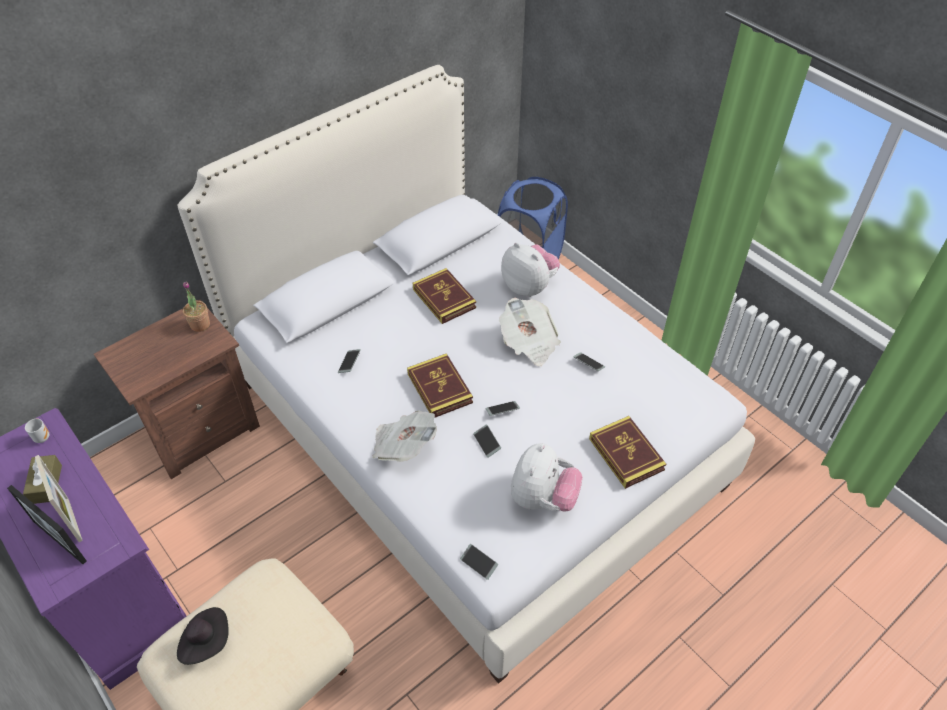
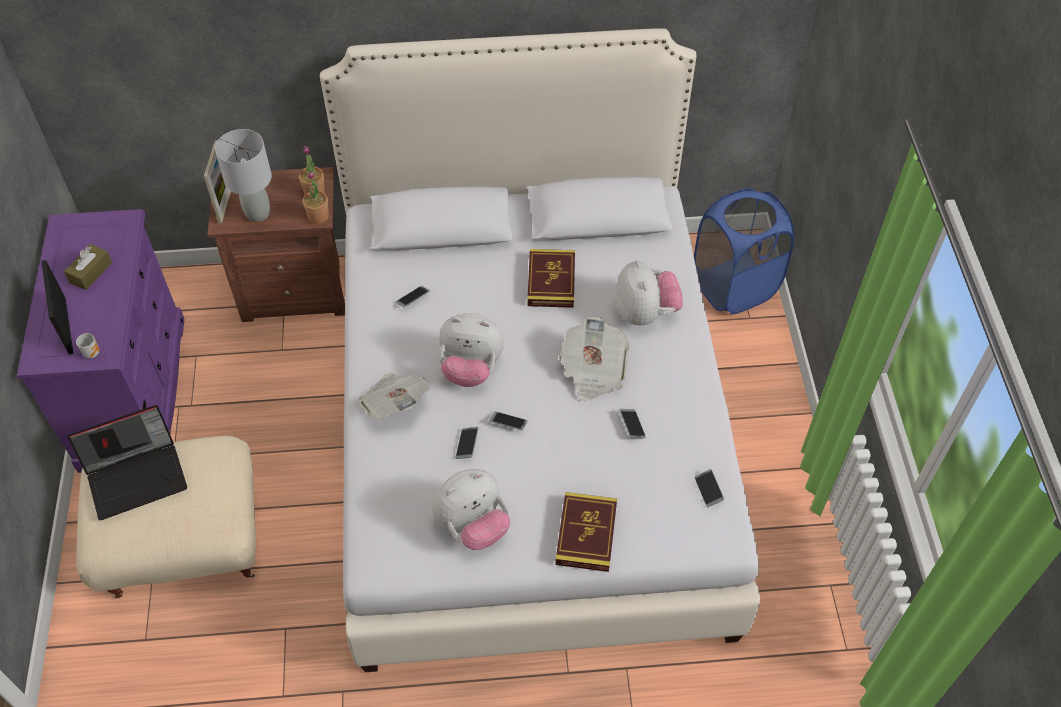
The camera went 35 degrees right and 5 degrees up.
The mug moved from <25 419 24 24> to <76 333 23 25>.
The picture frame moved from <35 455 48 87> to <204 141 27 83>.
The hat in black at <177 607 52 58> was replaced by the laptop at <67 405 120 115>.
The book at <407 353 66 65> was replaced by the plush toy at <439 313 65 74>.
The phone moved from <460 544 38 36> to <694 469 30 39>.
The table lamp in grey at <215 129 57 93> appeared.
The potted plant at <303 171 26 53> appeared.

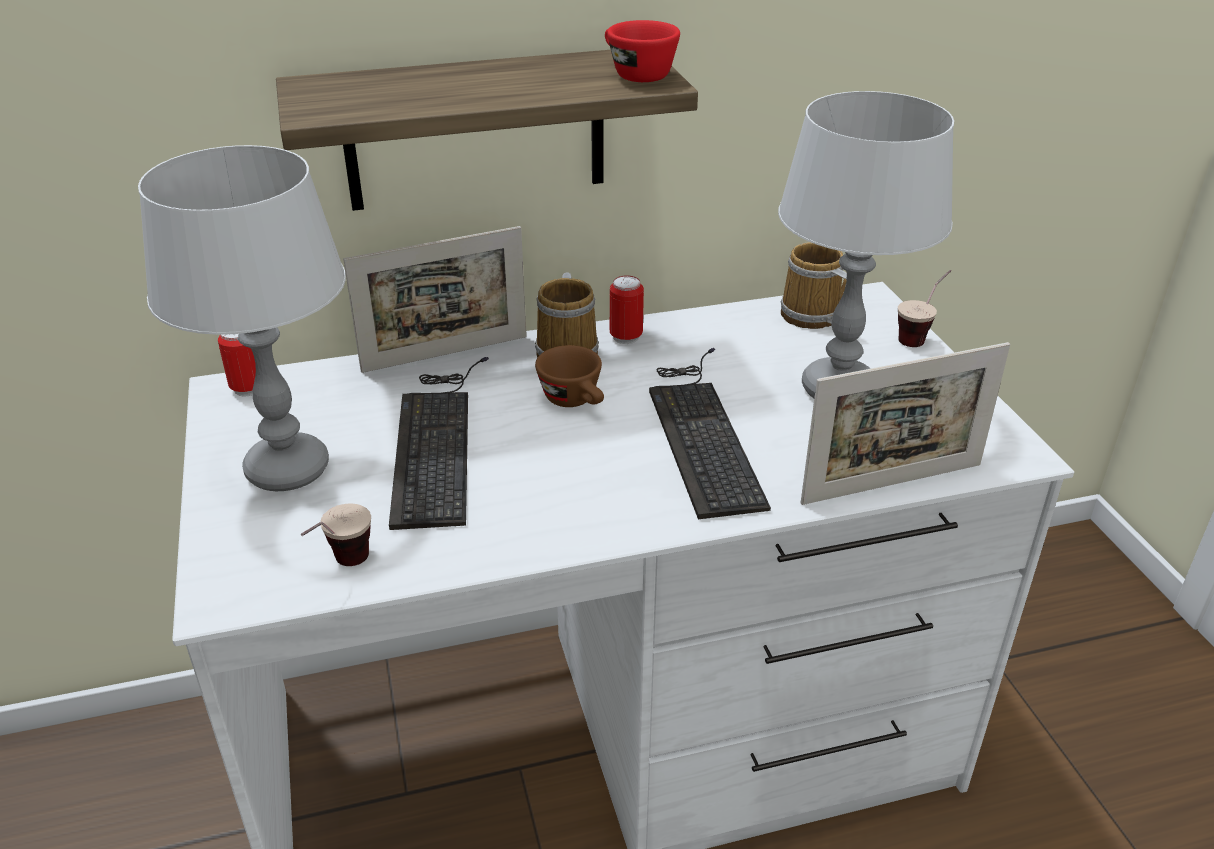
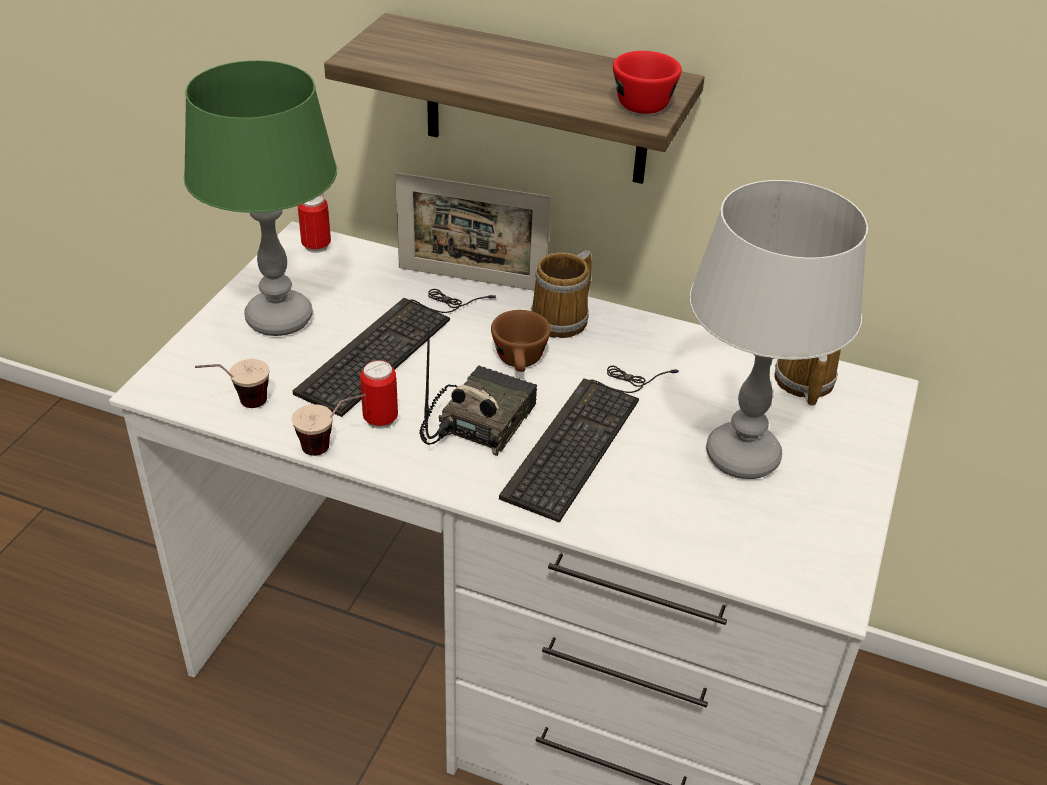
The camera went 35 degrees right and 5 degrees up.
The table lamp in grey at <138 145 208 346> became the table lamp in green at <184 60 153 276>.
The can moved from <610 275 34 69> to <360 360 38 69>.
The picture frame at <801 342 209 163> disappeared.
The cup moved from <898 270 53 77> to <292 394 74 62>.
The radio at <419 326 118 130> appeared.

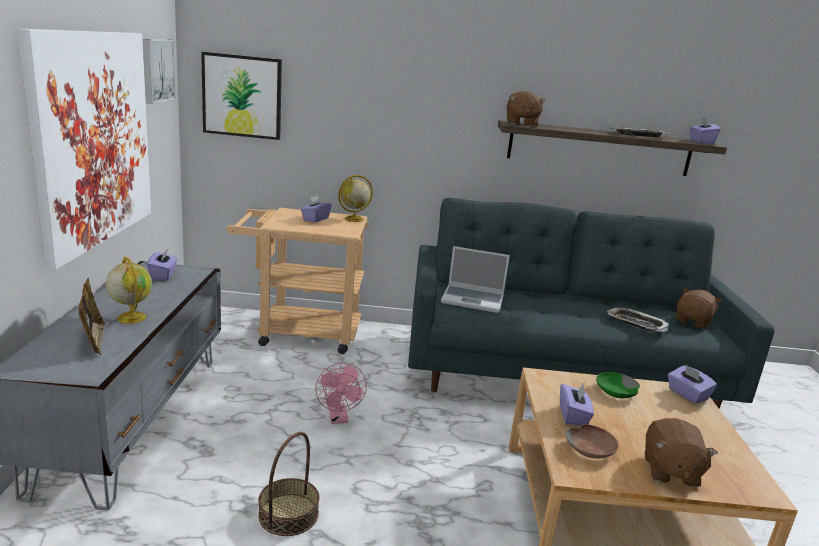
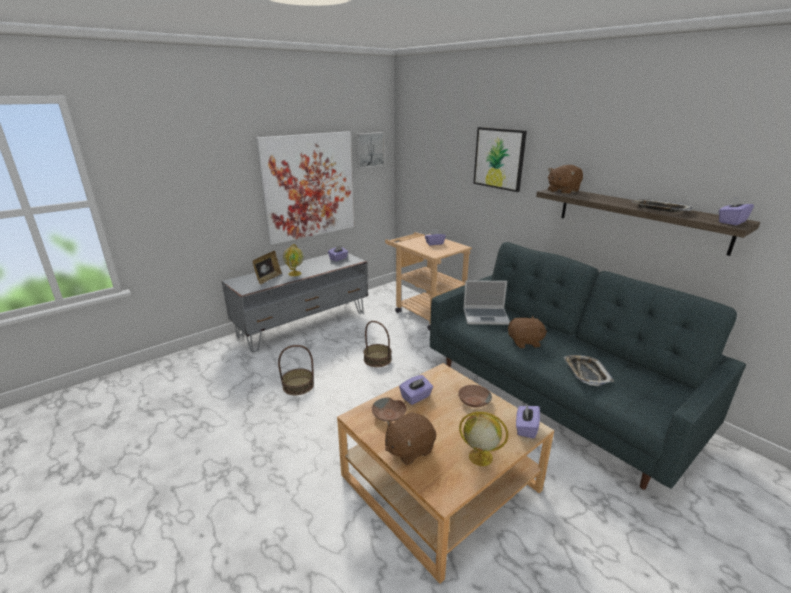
The camera went 50 degrees right and 5 degrees up.
The picture moved from <201 52 81 88> to <473 127 54 65>.
The fan in pink at <315 363 52 61> was replaced by the basket at <364 321 28 46>.
The globe moved from <338 175 35 47> to <459 411 49 55>.
The laptop at <441 246 69 67> turned 60 degrees counterclockwise.
The bowl in green at <596 372 44 27> became the bowl in brown at <458 385 34 23>.
The plush toy in brown moved from <676 288 46 41> to <508 316 39 32>.

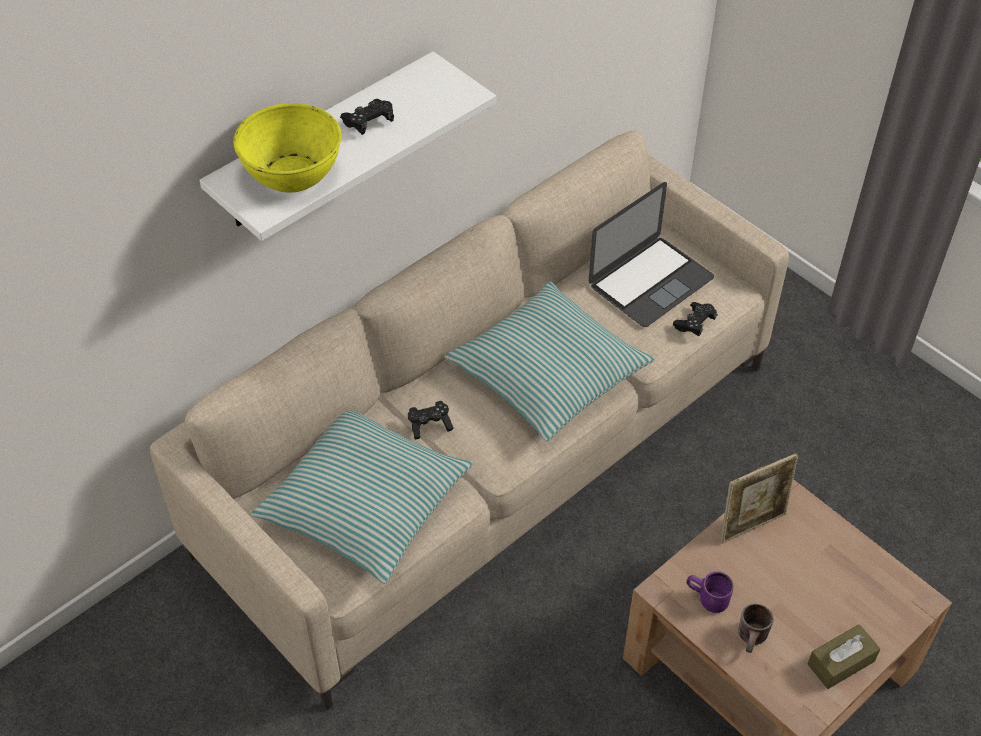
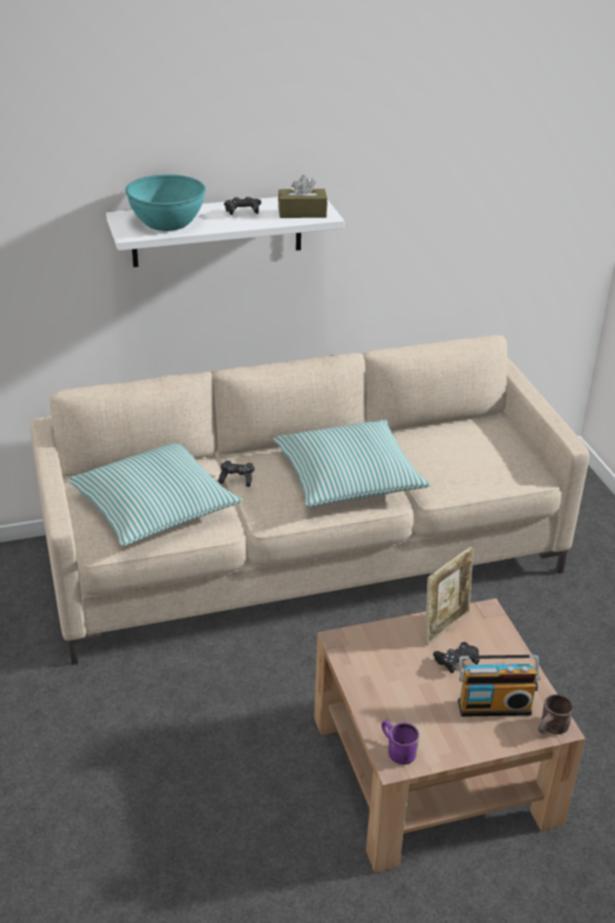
The camera went 25 degrees right and 15 degrees down.
The bowl in yellow at <233 103 108 90> became the bowl in turquoise at <125 174 81 57>.
The laptop at <589 182 125 145> disappeared.
The game controller in black moved from <673 302 45 35> to <433 642 47 31>.
The mug in purple moved from <686 571 47 42> to <382 720 37 45>.
The picture frame at <720 453 79 90> turned 45 degrees counterclockwise.
The mug in brown moved from <739 604 35 49> to <538 694 36 40>.
The tissue box in brown moved from <808 624 72 65> to <278 175 49 43>.
The radio at <458 655 82 62> appeared.

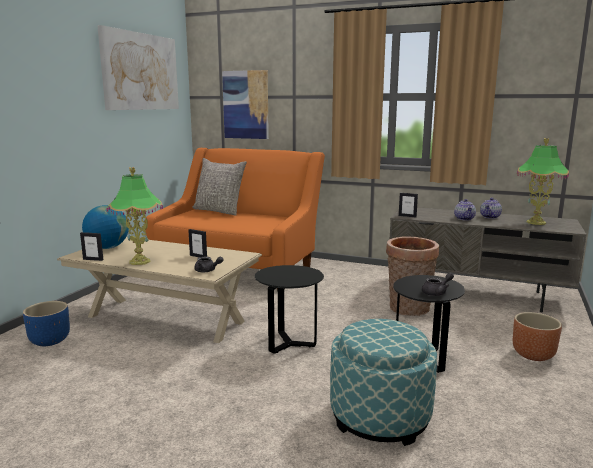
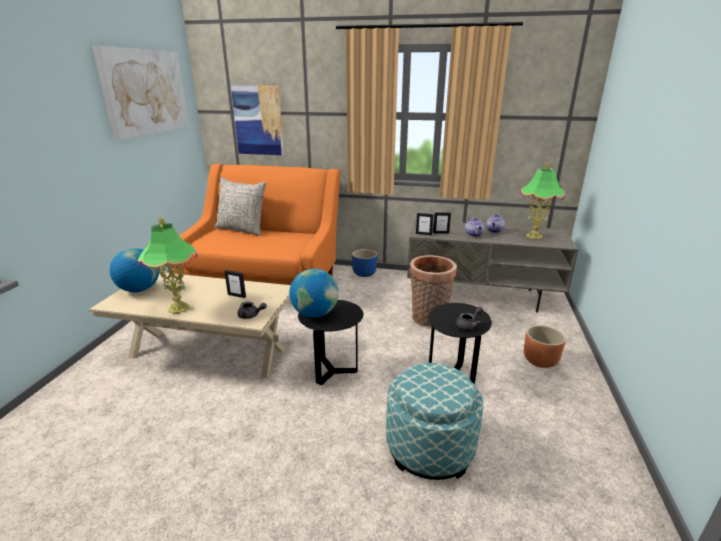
The camera went 10 degrees left and 10 degrees up.
The planter in blue moved from <23 301 47 45> to <352 249 25 28>.
The picture frame moved from <80 232 23 29> to <433 212 18 22>.
The globe at <289 269 50 49> appeared.

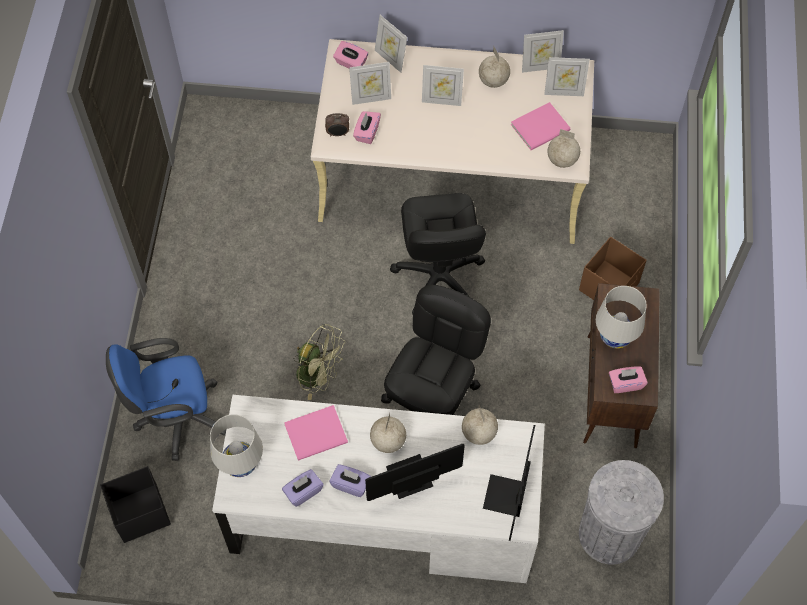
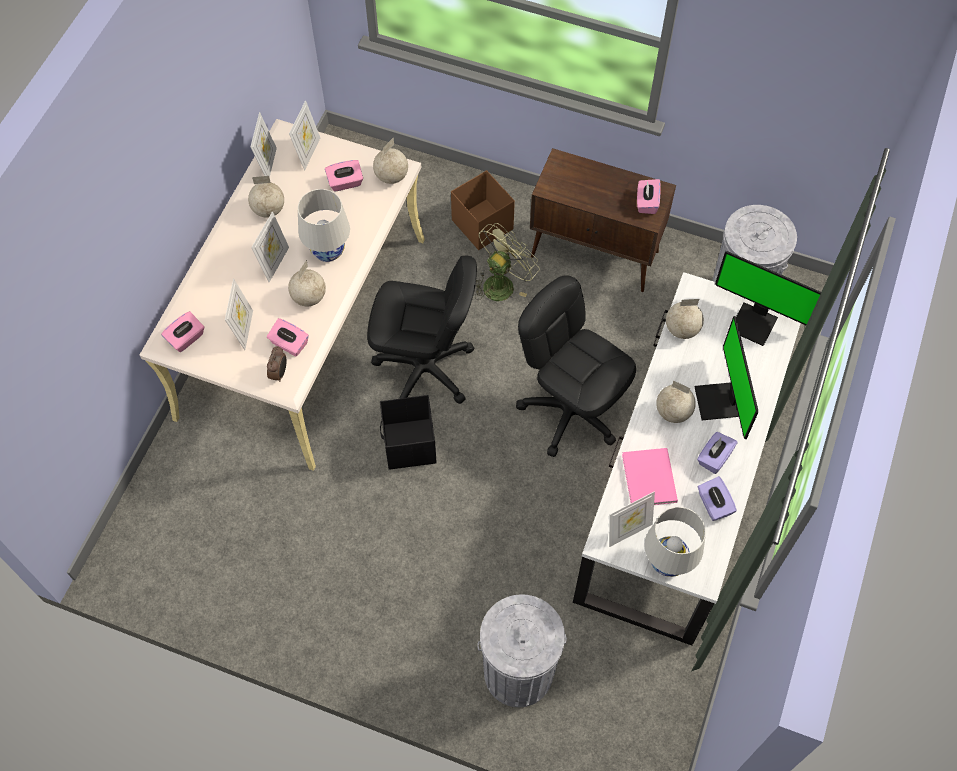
The camera went 75 degrees left and 0 degrees up.
The storage box in black moved from <100 466 71 77> to <380 395 57 75>.
The office chair in blue at <106 338 120 123> was replaced by the trash can in grey at <477 594 90 113>.
The fan in green moved from <294 324 51 76> to <475 223 65 78>.
The picture frame moved from <375 15 32 58> to <609 491 46 56>.
The book in pink at <511 102 59 48> was replaced by the tissue box in pink at <325 160 38 31>.
The table lamp in white moved from <596 286 51 62> to <298 189 52 73>.
The globe at <288 260 38 46> appeared.

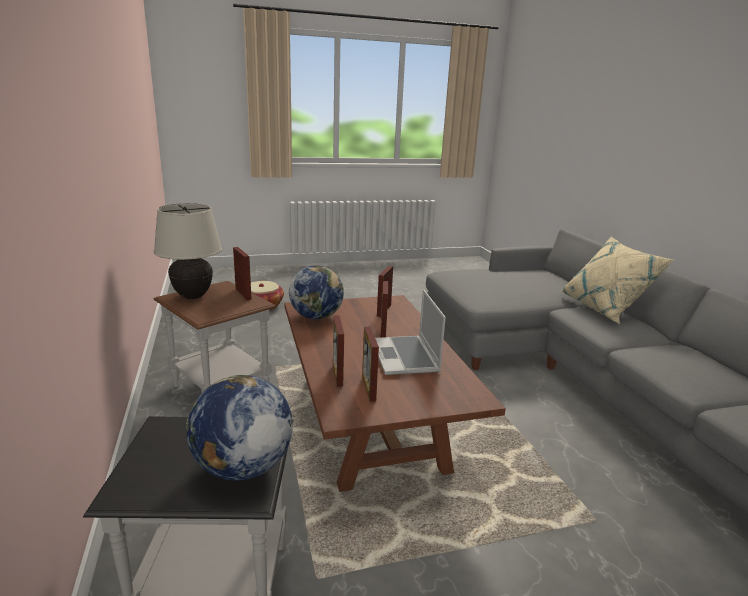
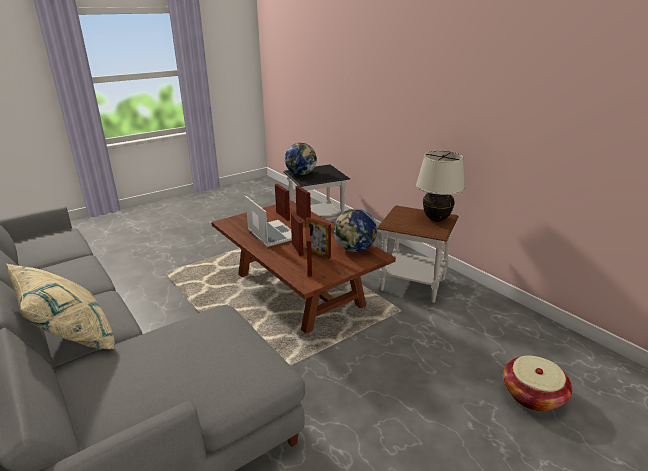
The camera went 160 degrees right and 5 degrees up.
The picture frame moved from <233 247 19 53> to <305 217 26 42>.

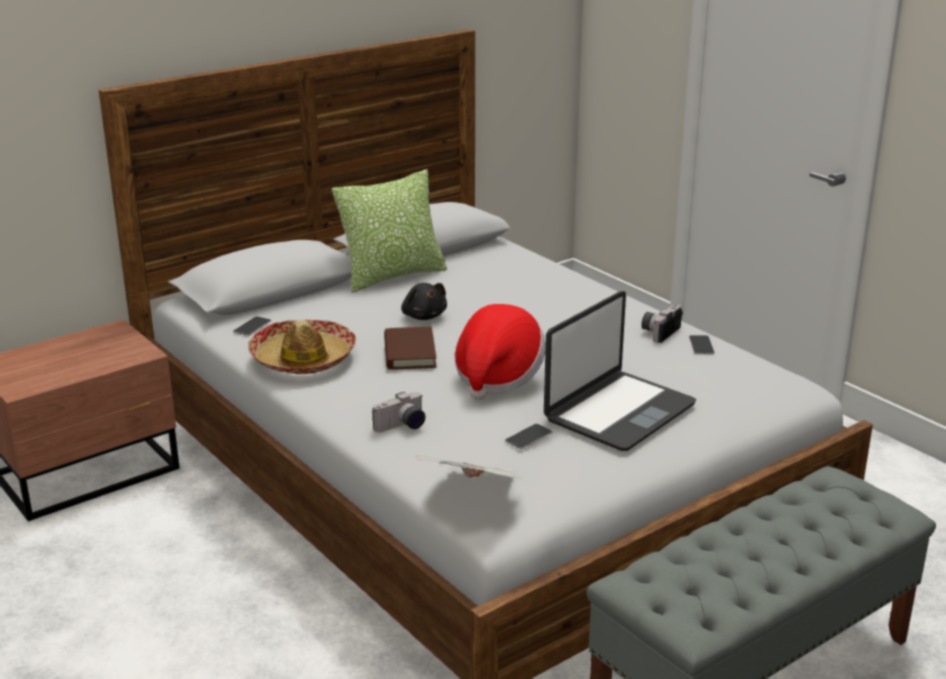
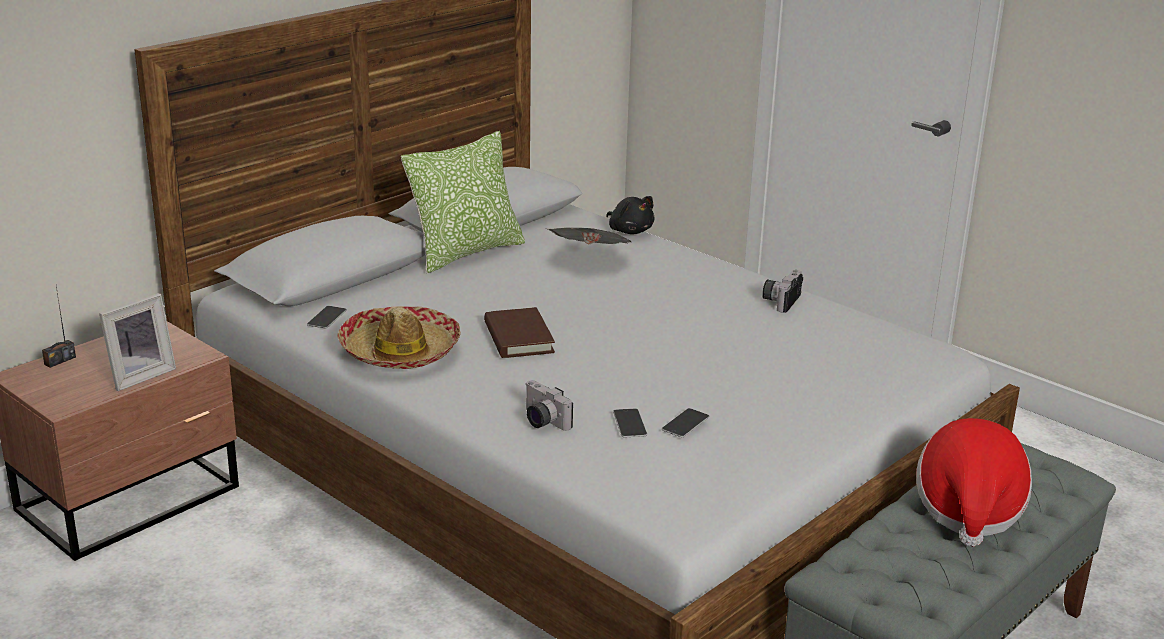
The camera went 10 degrees left and 0 degrees up.
The photo camera at <372 392 53 41> turned 90 degrees clockwise.
The plush toy in black moved from <401 283 46 37> to <606 196 49 38>.
The newspaper moved from <415 455 106 24> to <548 227 84 17>.
The hat moved from <454 304 92 96> to <916 418 116 129>.
The laptop at <544 291 152 160> disappeared.
The phone moved from <689 335 26 20> to <613 408 34 29>.
The radio at <42 287 34 81> appeared.
The picture frame at <99 293 77 98> appeared.

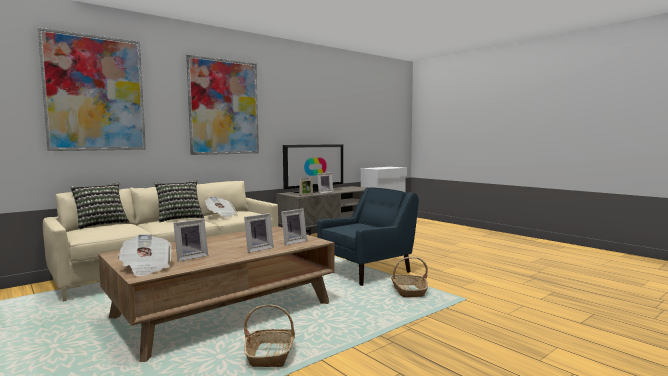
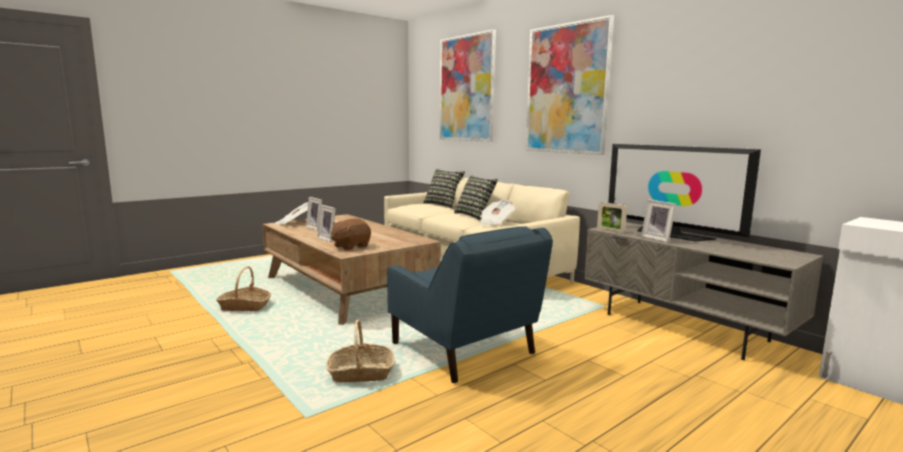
The camera went 90 degrees right and 5 degrees up.
The picture frame at <281 209 26 36> was replaced by the plush toy in brown at <331 218 40 32>.

